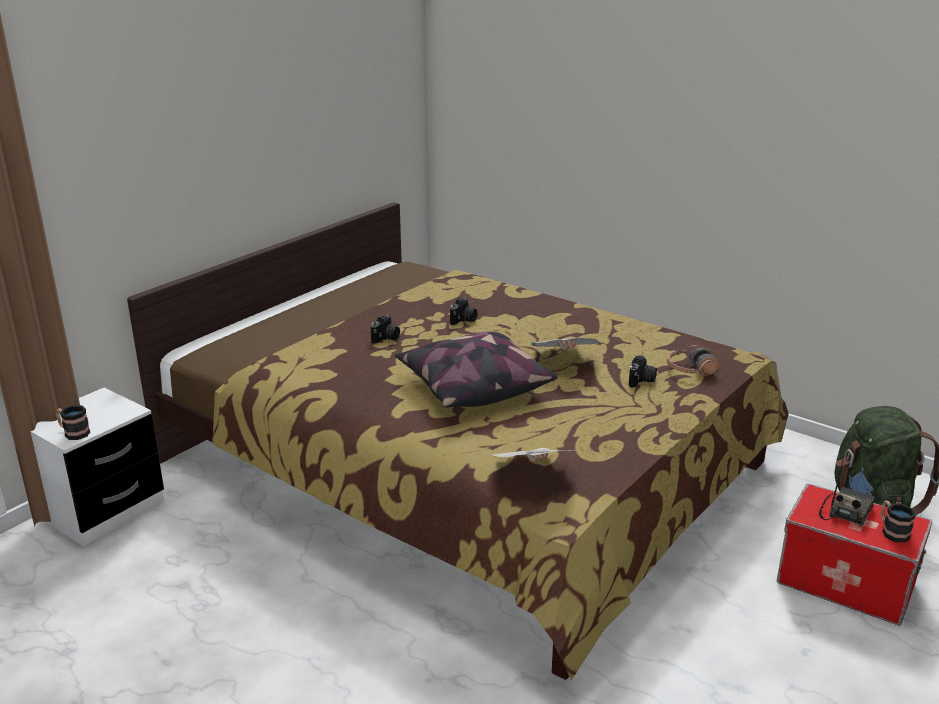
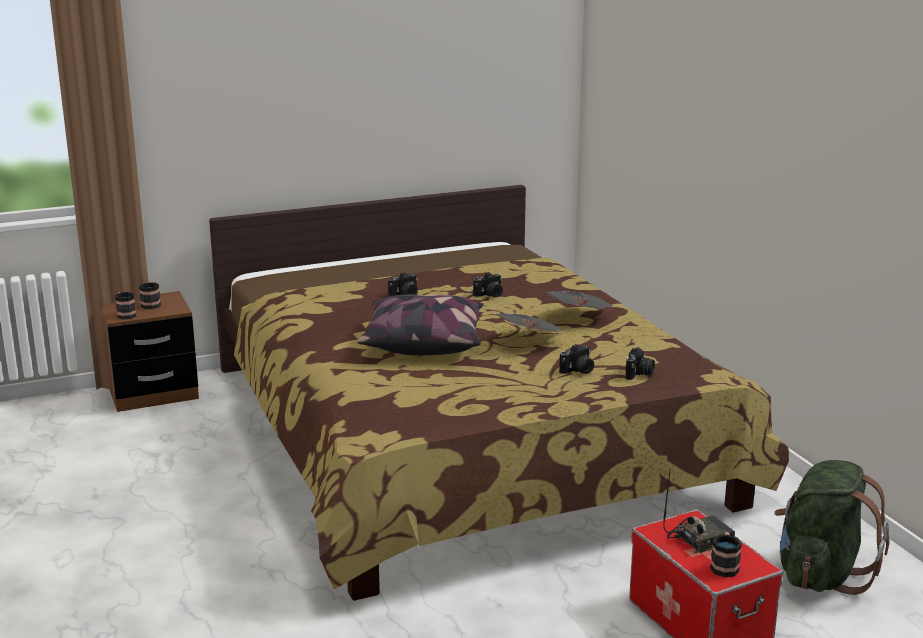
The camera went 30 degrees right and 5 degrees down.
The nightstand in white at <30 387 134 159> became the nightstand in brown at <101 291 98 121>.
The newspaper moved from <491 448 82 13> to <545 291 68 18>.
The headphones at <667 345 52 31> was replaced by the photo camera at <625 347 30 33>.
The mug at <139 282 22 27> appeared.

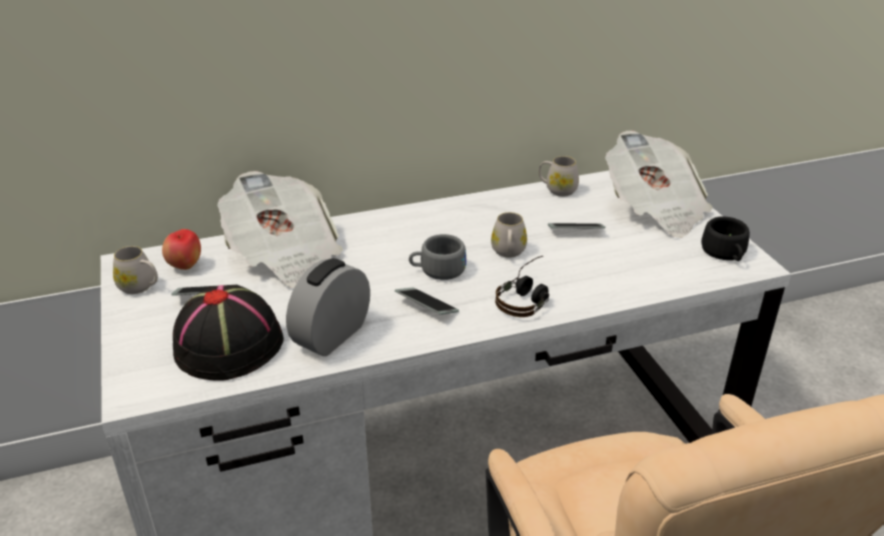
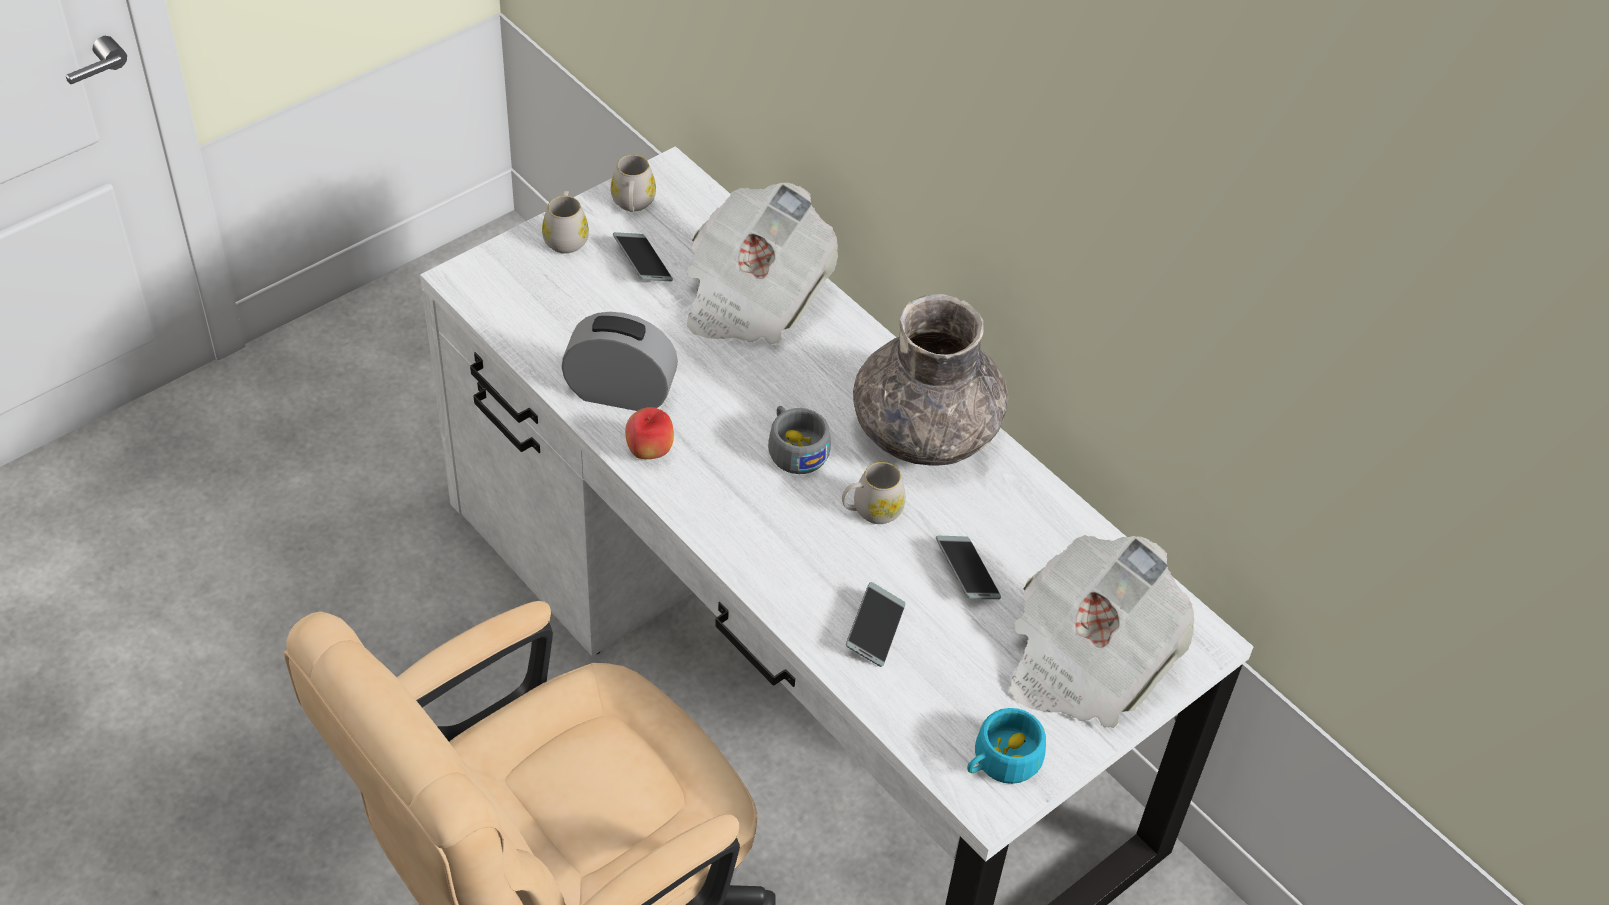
The camera went 65 degrees right and 15 degrees up.
The apple moved from <162 229 39 41> to <625 407 49 52>.
The hat in black at <173 285 111 96> disappeared.
The phone moved from <395 288 64 27> to <846 582 59 85>.
The headphones at <495 256 54 61> disappeared.
The mug in white moved from <539 156 40 40> to <542 191 47 63>.
The cup in black at <701 217 49 44> became the cup in turquoise at <967 708 79 76>.
The vase in grey at <853 294 156 172> appeared.

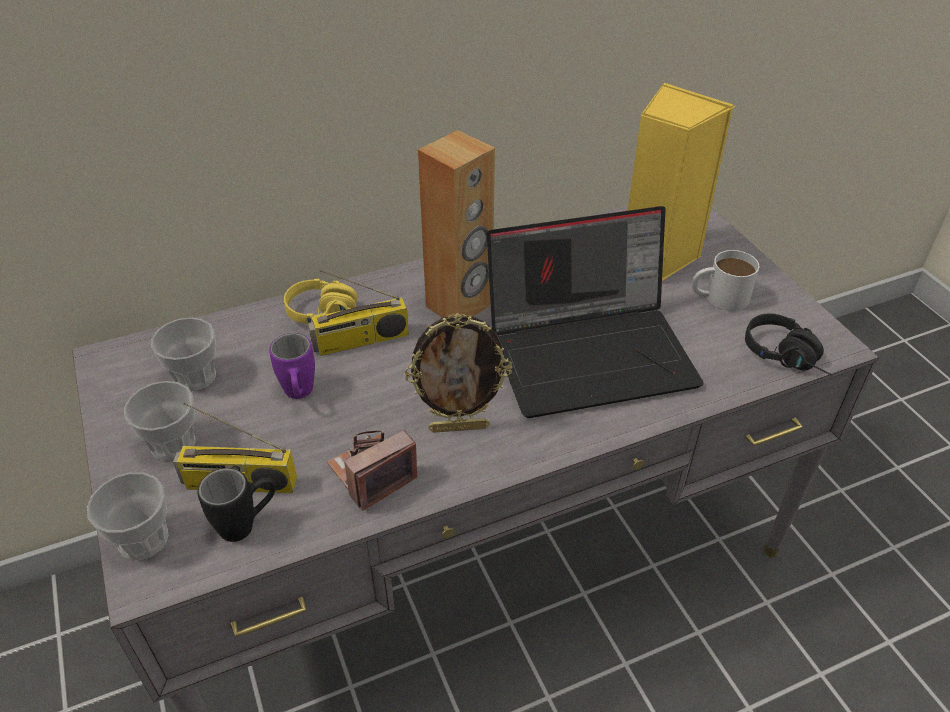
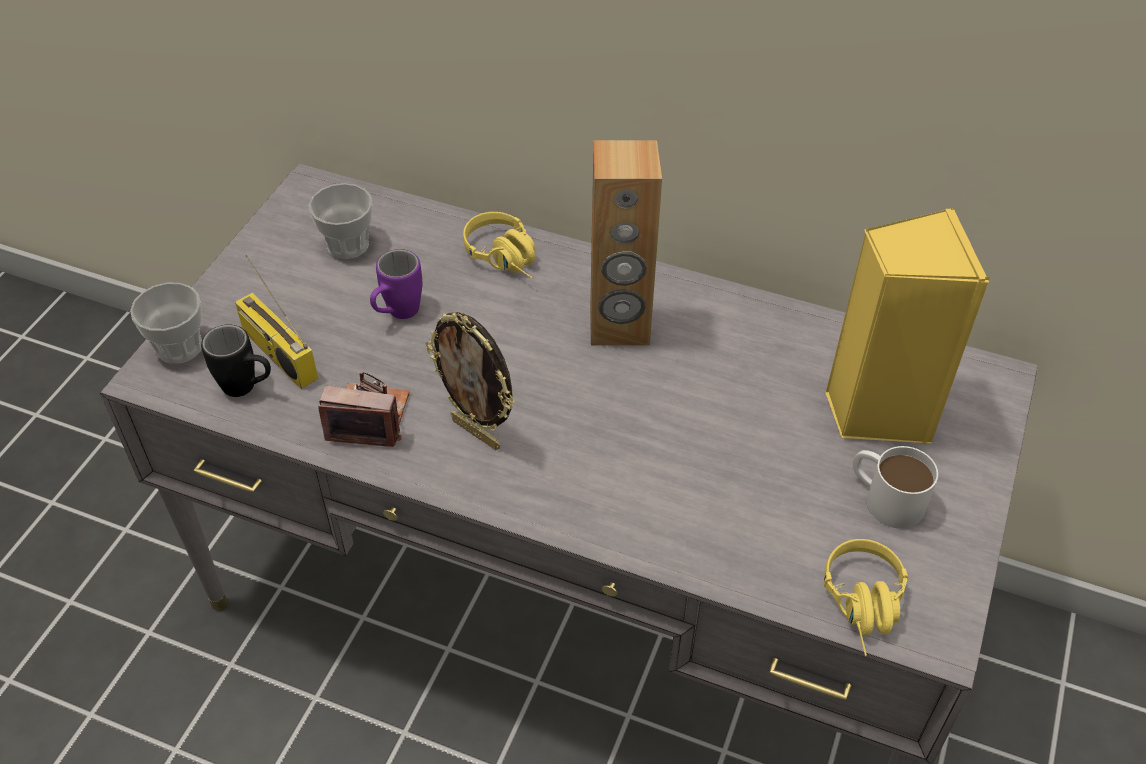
The camera went 45 degrees right and 5 degrees up.
The cup at <124 381 71 80> disappeared.
The radio at <308 270 101 86> disappeared.
The laptop at <487 206 216 212> disappeared.
The headphones in black at <745 314 87 62> became the headphones in yellow at <824 539 84 117>.

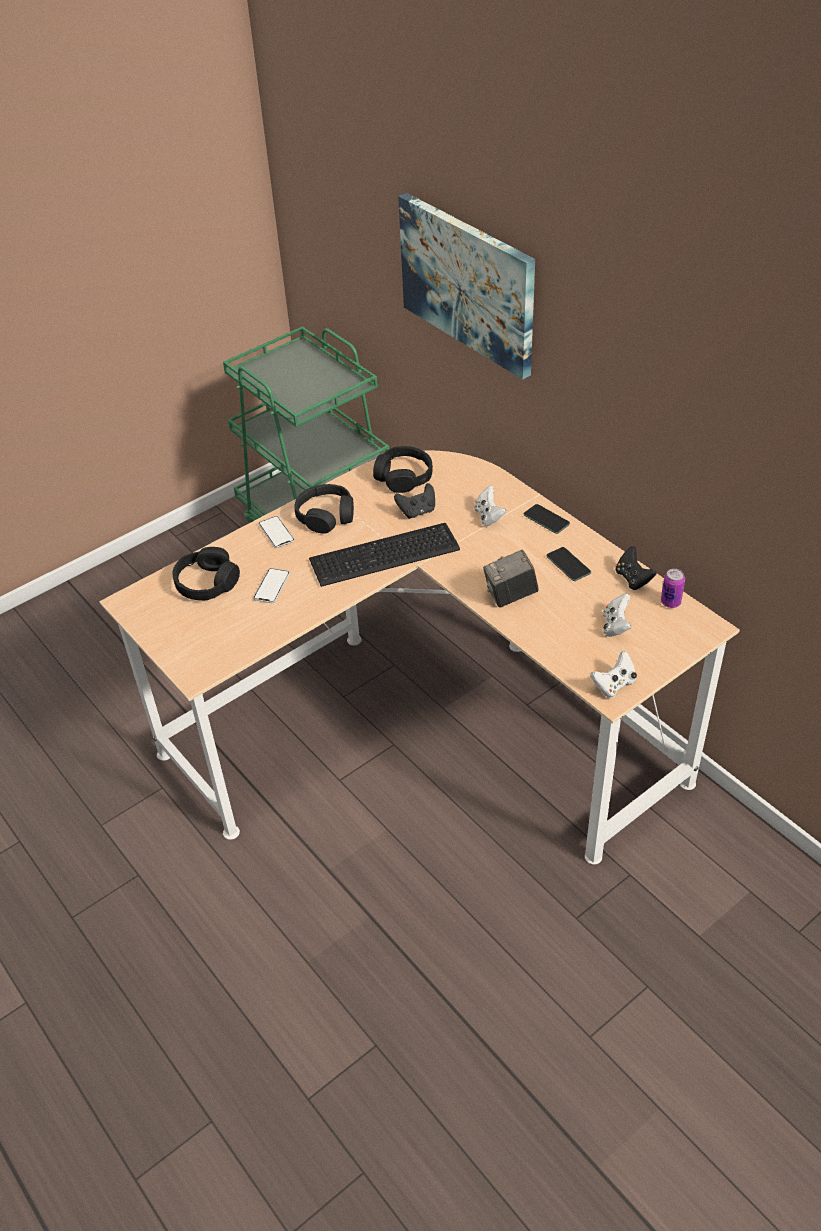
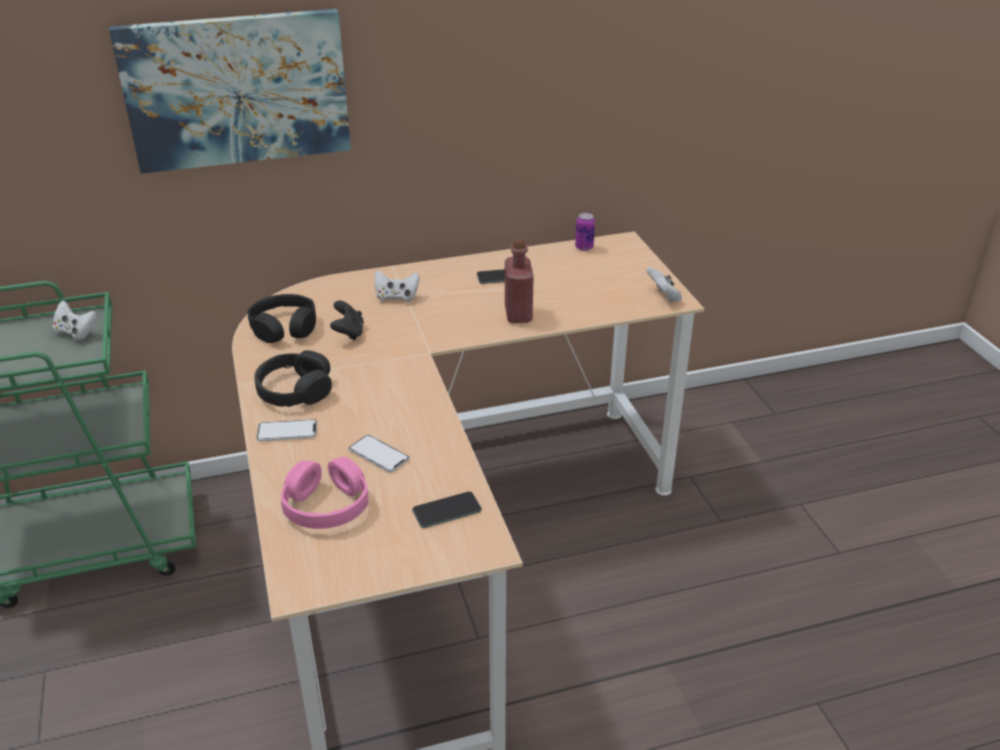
The camera went 70 degrees left and 10 degrees down.
The headphones in black at <172 547 68 53> became the headphones in pink at <281 457 87 72>.
The keyboard at <309 523 151 64> disappeared.
The photo camera at <483 550 56 58> was replaced by the bottle in red at <505 238 29 85>.
The phone moved from <524 504 46 30> to <412 492 70 36>.
The game controller in white moved from <603 594 29 43> to <52 301 46 39>.
The game controller in black at <616 546 41 44> disappeared.

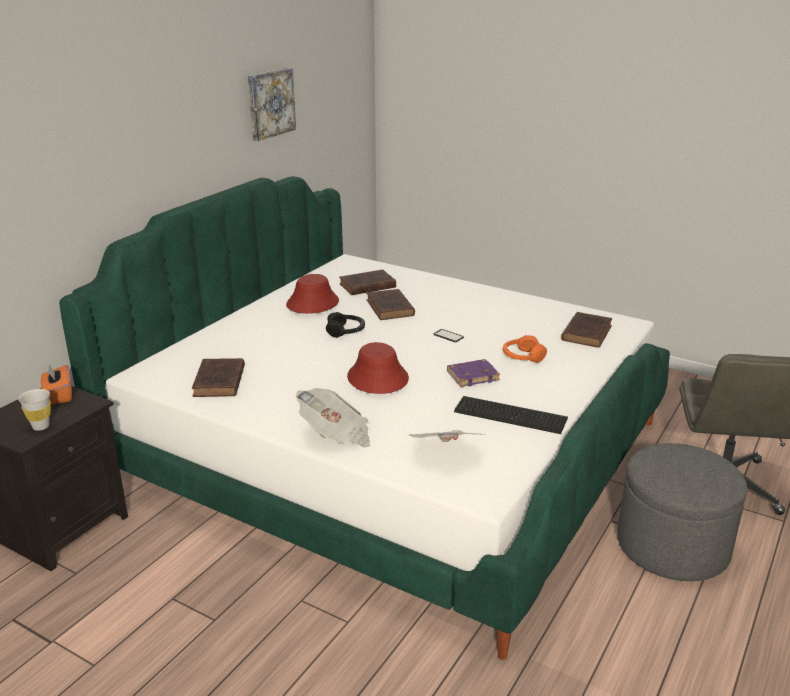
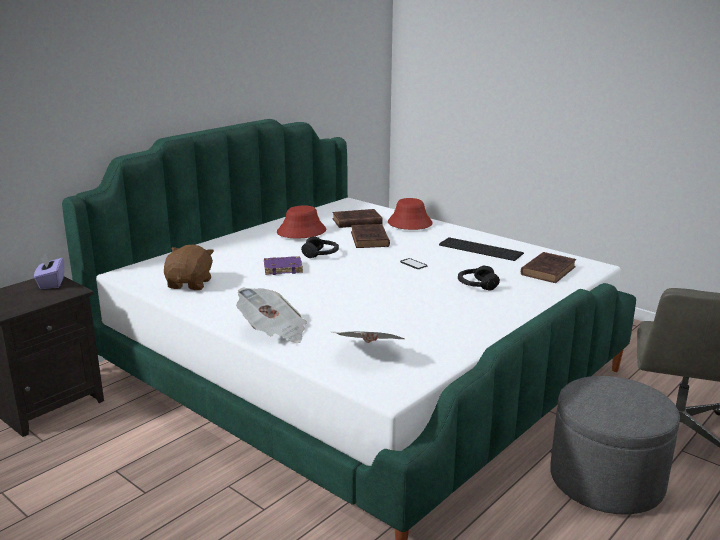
The camera went 10 degrees right and 5 degrees down.
The cup in white at <18 389 33 42> disappeared.
The tissue box in orange at <41 364 31 41> became the tissue box in purple at <34 254 30 35>.
The book in brown at <192 358 53 39> was replaced by the plush toy in brown at <164 245 50 45>.
The picture at <248 68 48 73> disappeared.
The hat in red moved from <347 342 62 52> to <388 198 45 32>.
The book in purple moved from <447 359 53 28> to <264 256 39 19>.
The keyboard moved from <454 396 114 38> to <439 237 85 24>.
The headphones in orange at <503 335 44 28> became the headphones in black at <458 265 42 26>.

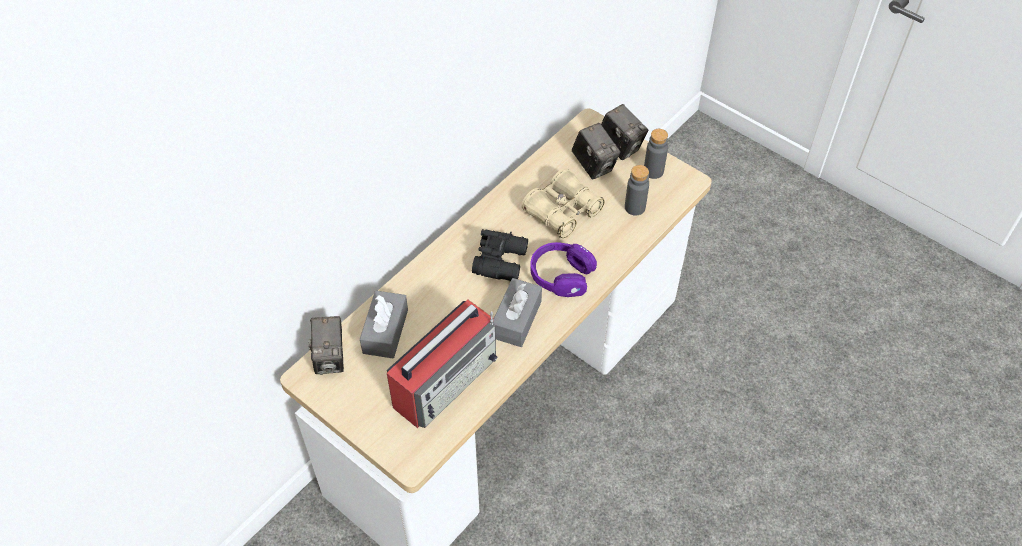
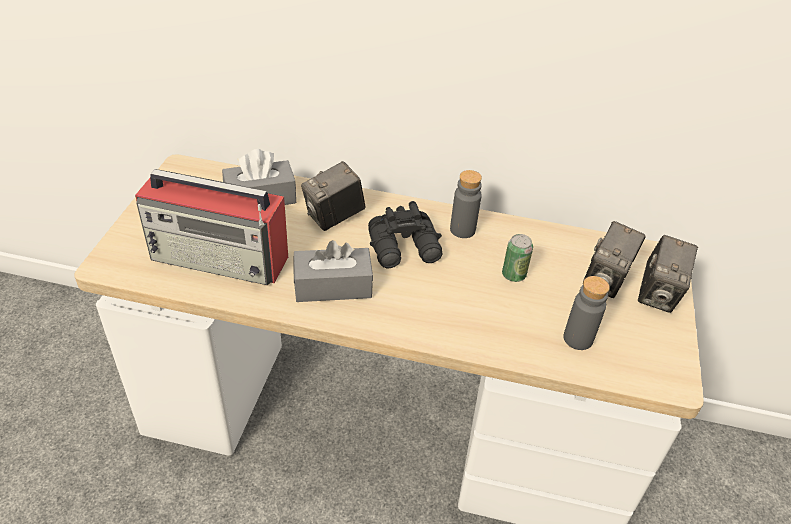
The camera went 60 degrees right and 10 degrees down.
The photo camera moved from <308 316 36 59> to <301 161 65 70>.
The binoculars in beige at <522 168 82 70> was replaced by the can at <502 234 31 48>.
The headphones in purple at <530 242 67 55> disappeared.
The bottle in grey moved from <644 129 24 50> to <450 170 32 68>.

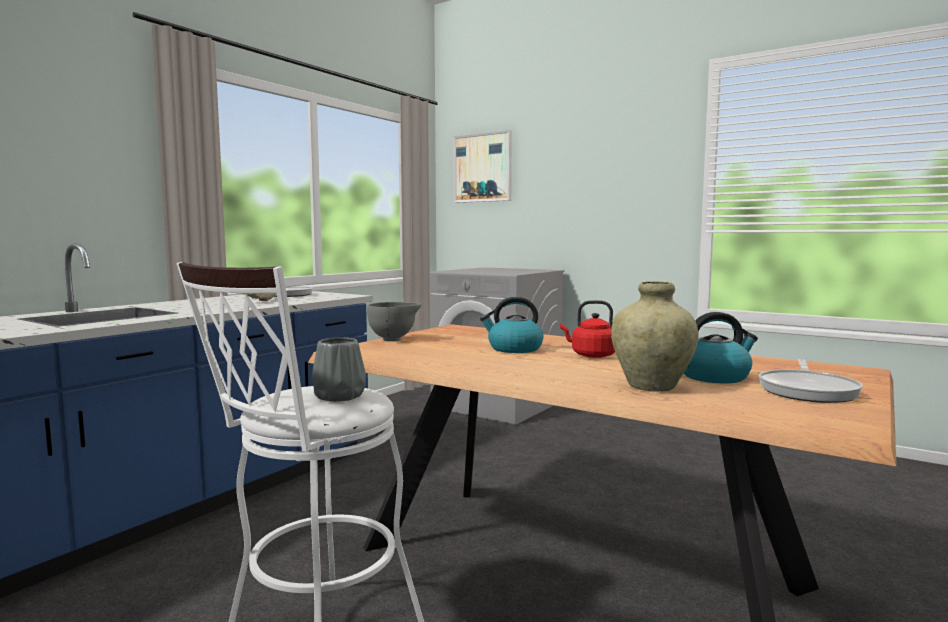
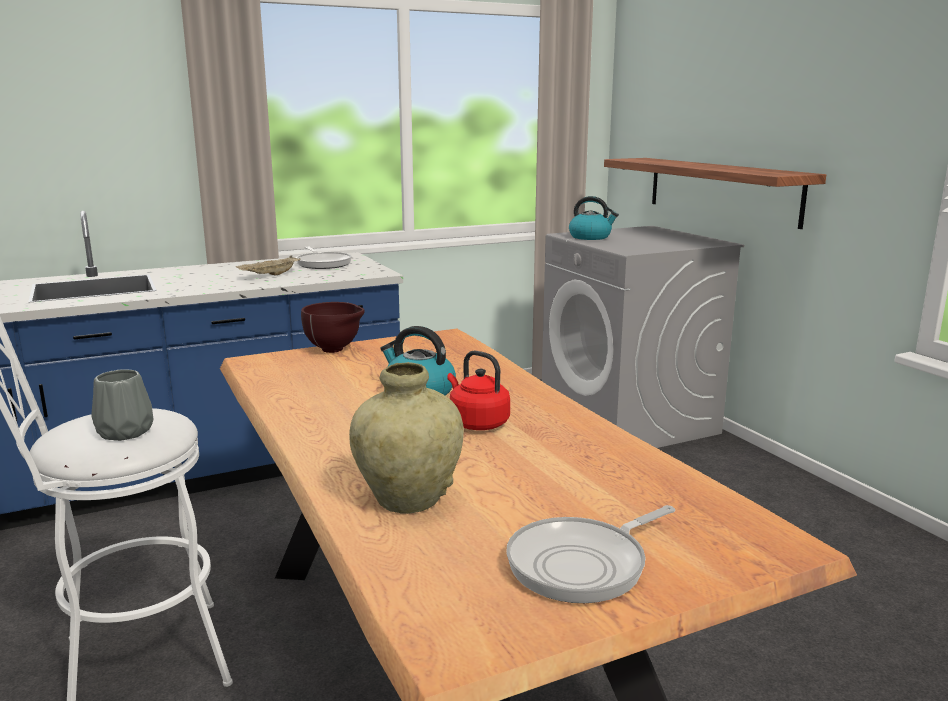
The camera went 30 degrees right and 10 degrees up.
The bowl in grey at <367 302 54 39> became the bowl in brown at <301 302 64 51>.
The picture at <453 130 59 73> disappeared.
The kettle moved from <684 312 74 71> to <569 196 50 44>.
The shelf at <604 158 222 71> appeared.

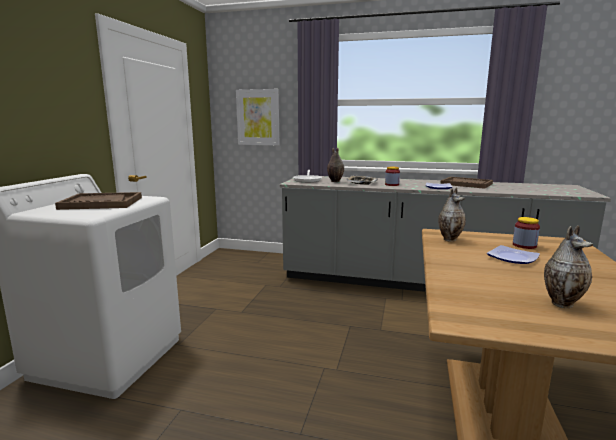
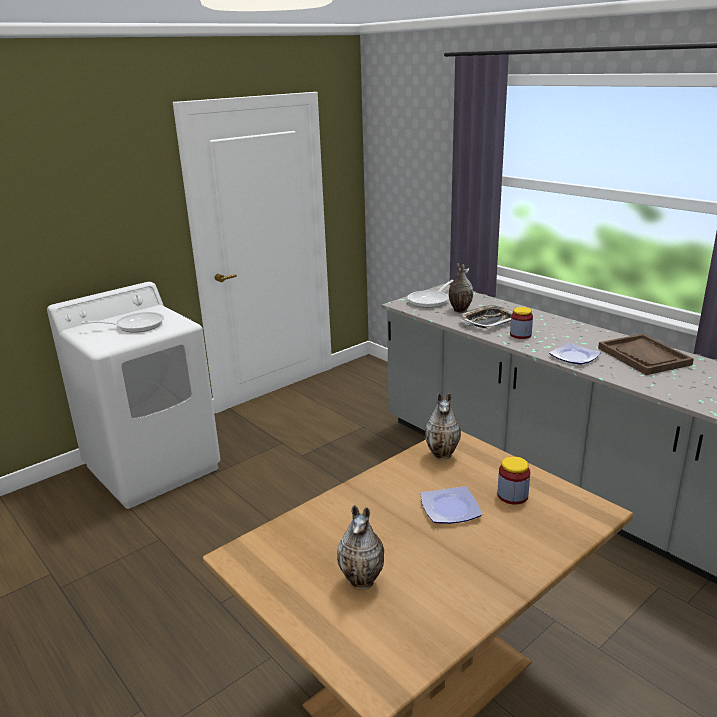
The camera went 35 degrees right and 10 degrees up.
The tray in brown at <55 192 87 18> was replaced by the frying pan at <81 312 83 21>.
The picture at <236 89 44 56> disappeared.

